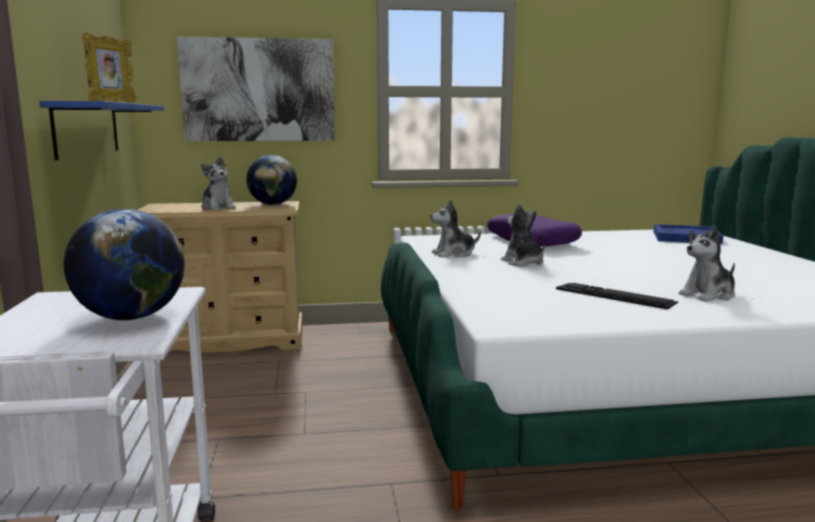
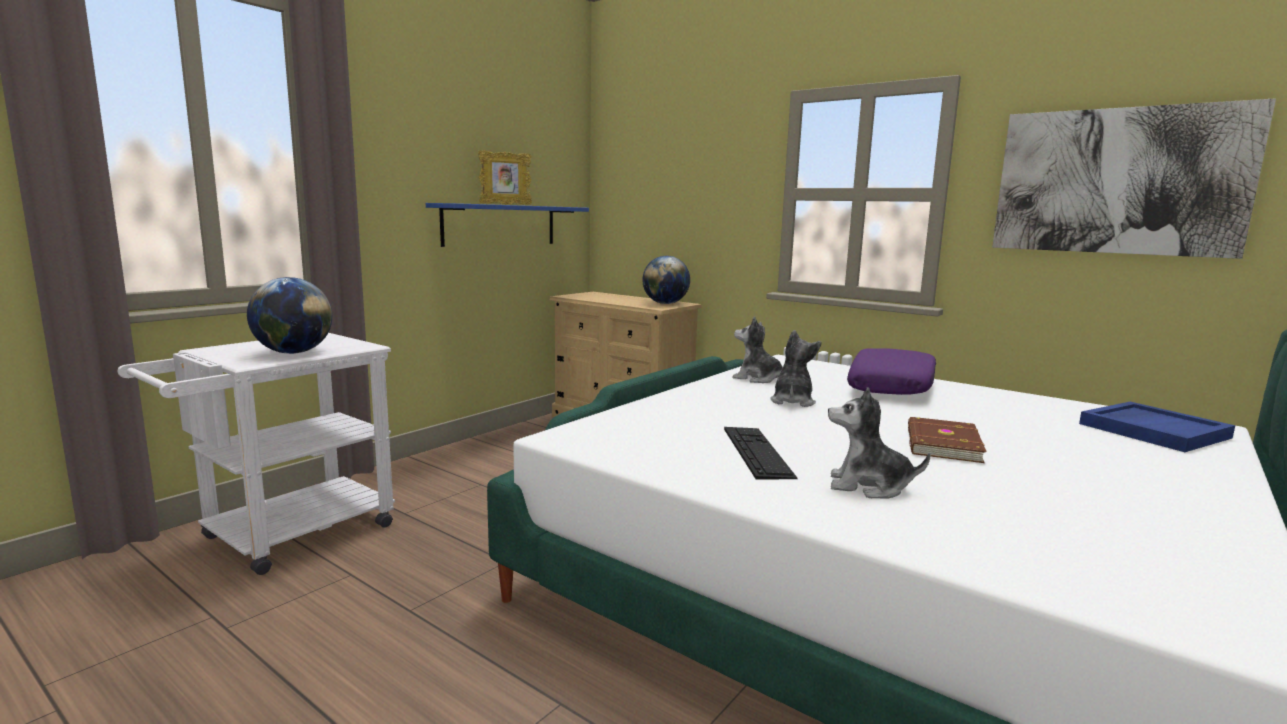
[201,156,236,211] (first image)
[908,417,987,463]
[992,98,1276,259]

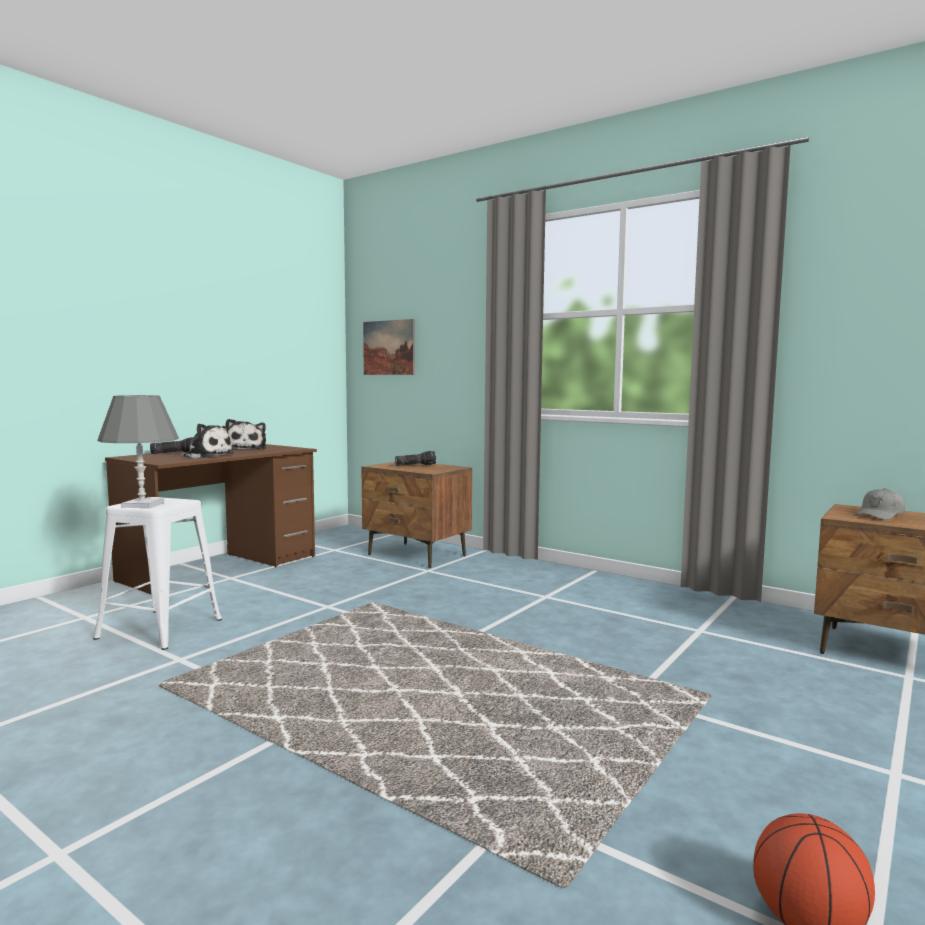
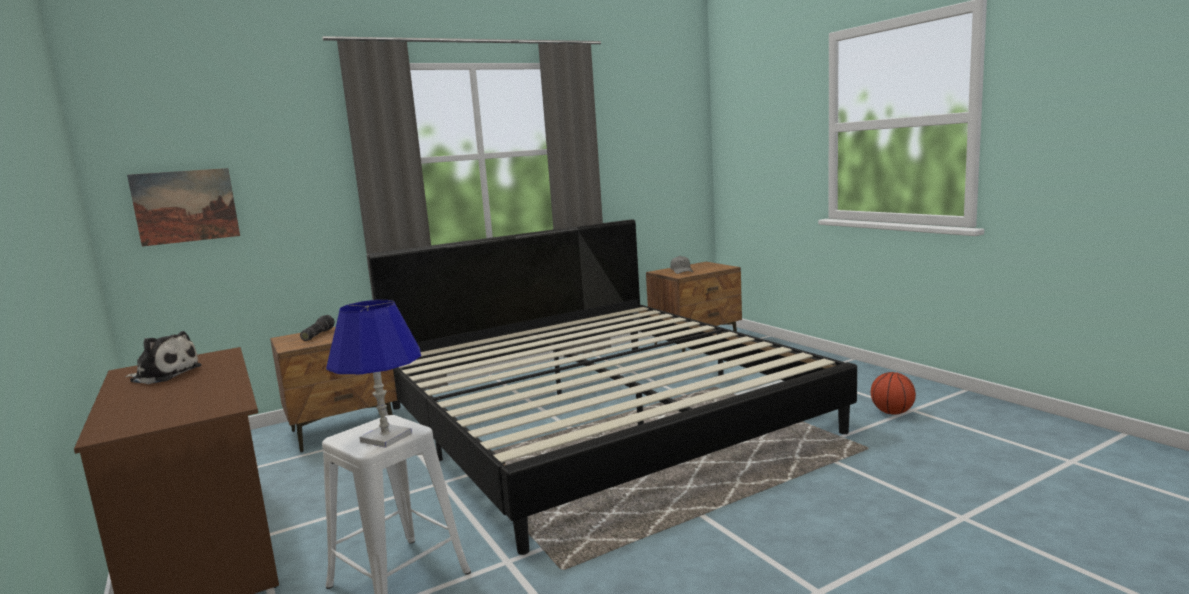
[150,437,193,454] (first image)
[180,423,234,458] (first image)
[367,219,857,555]
[326,300,421,448]

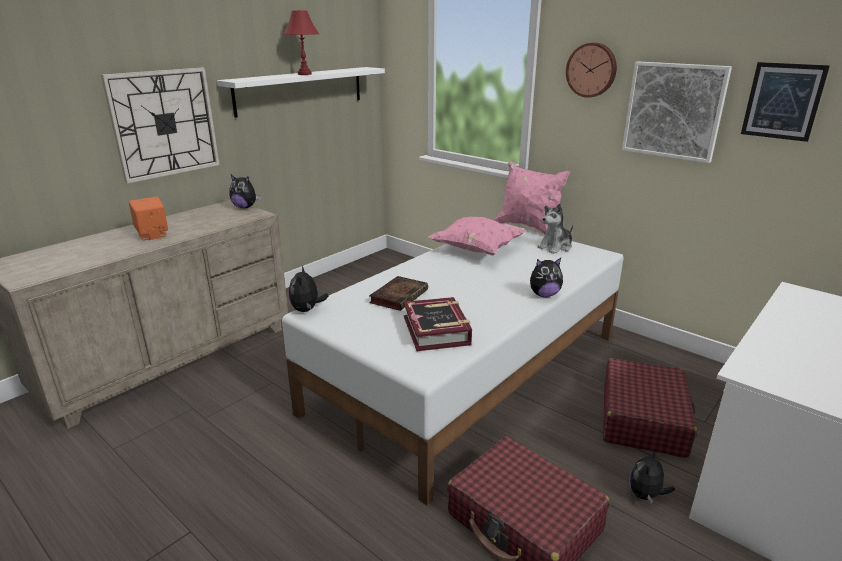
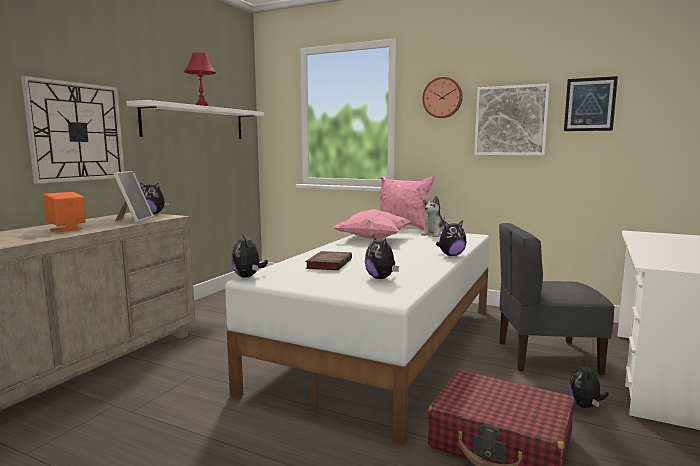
[113,171,154,223]
[365,234,399,279]
[499,223,615,376]

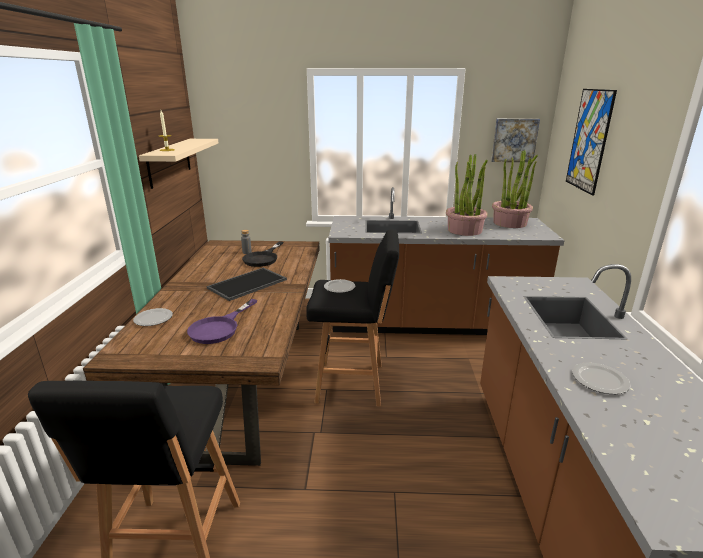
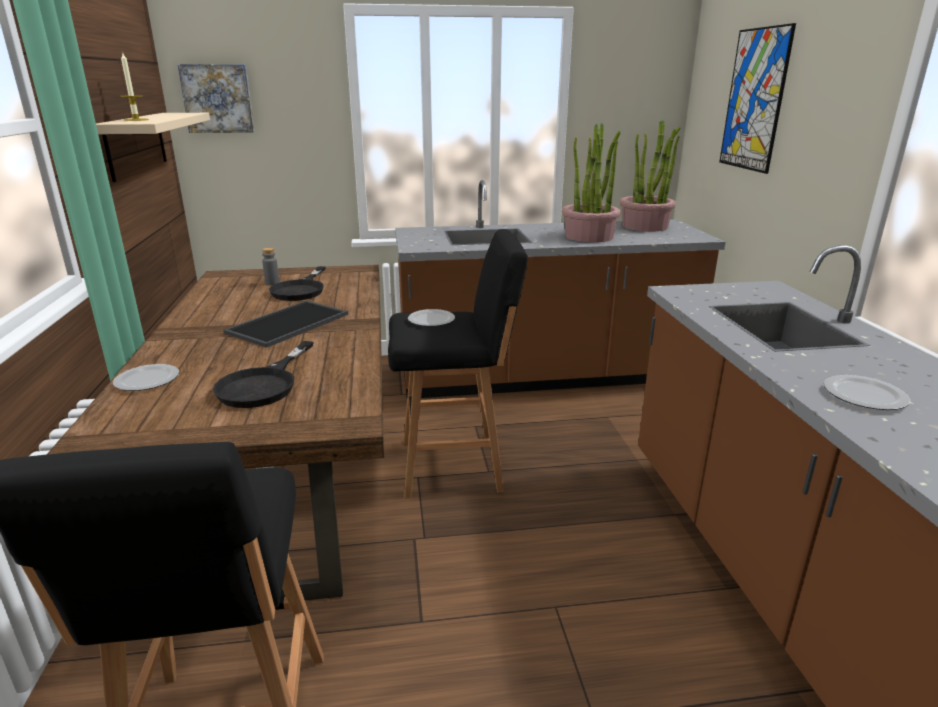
[177,64,255,133]
[213,341,314,408]

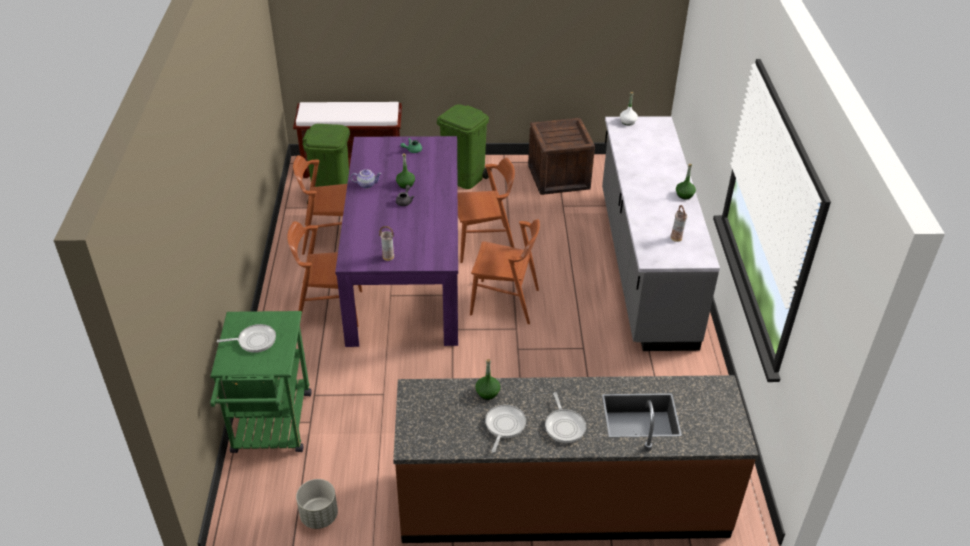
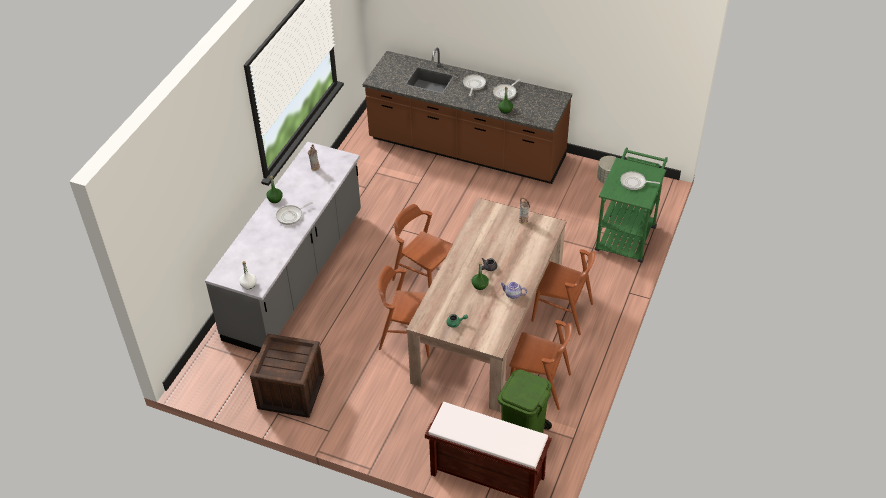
[437,104,492,189] (first image)
[276,202,313,225]
[406,198,566,412]

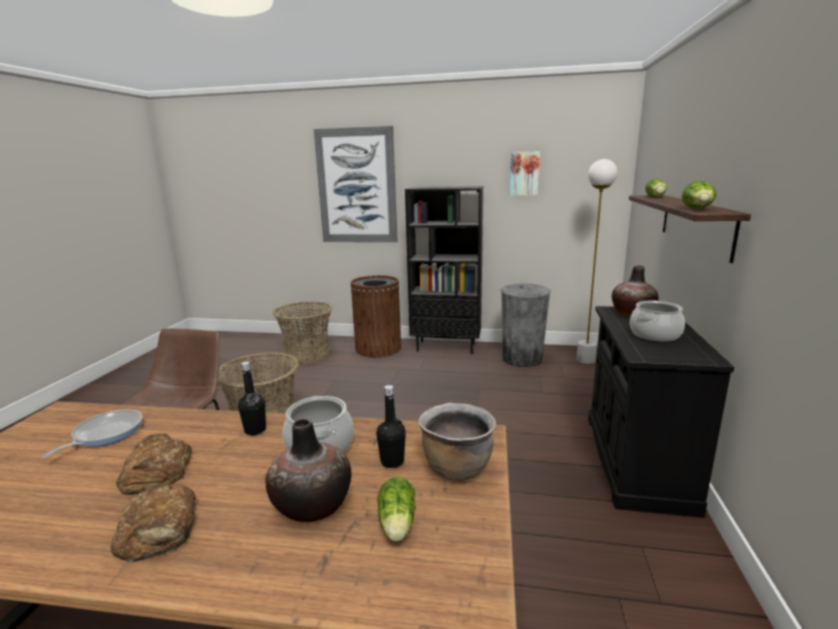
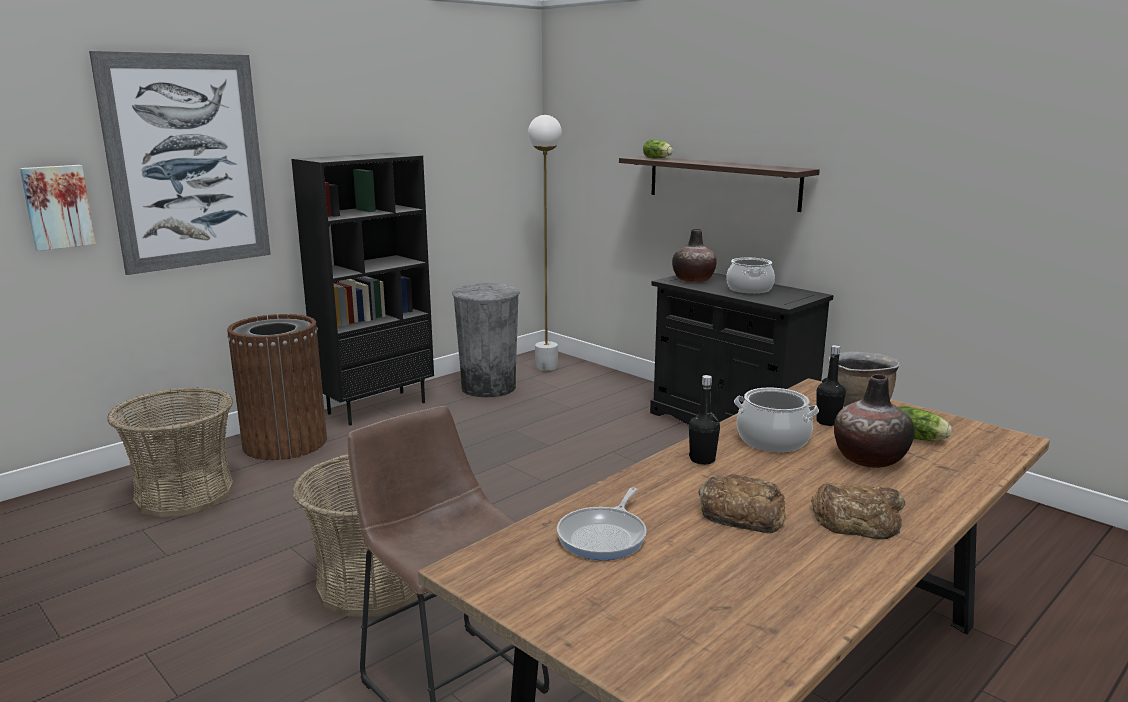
[682,181,716,209] (first image)
[20,165,96,251]
[557,487,647,560]

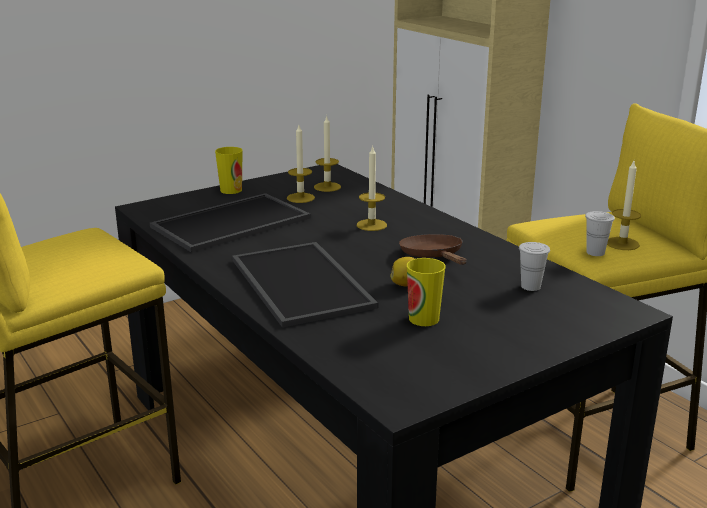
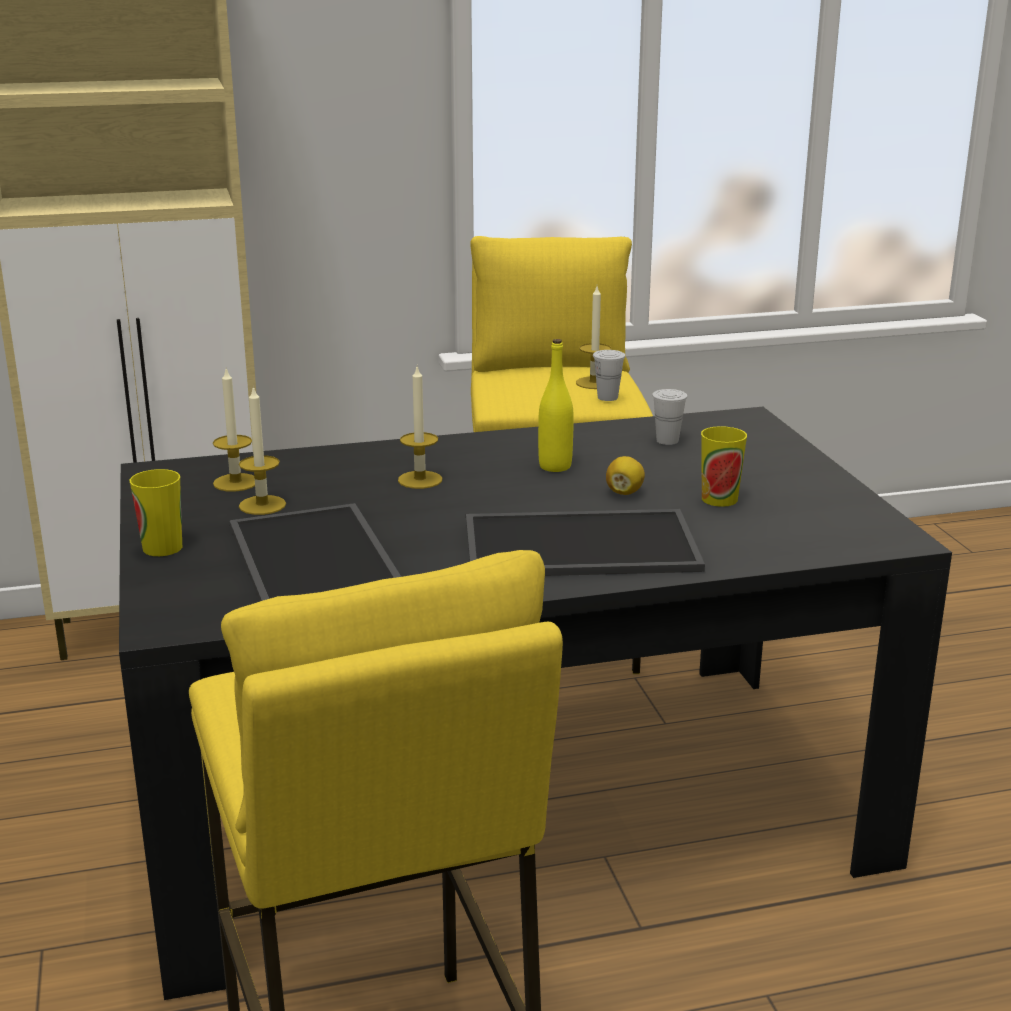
[538,339,574,472]

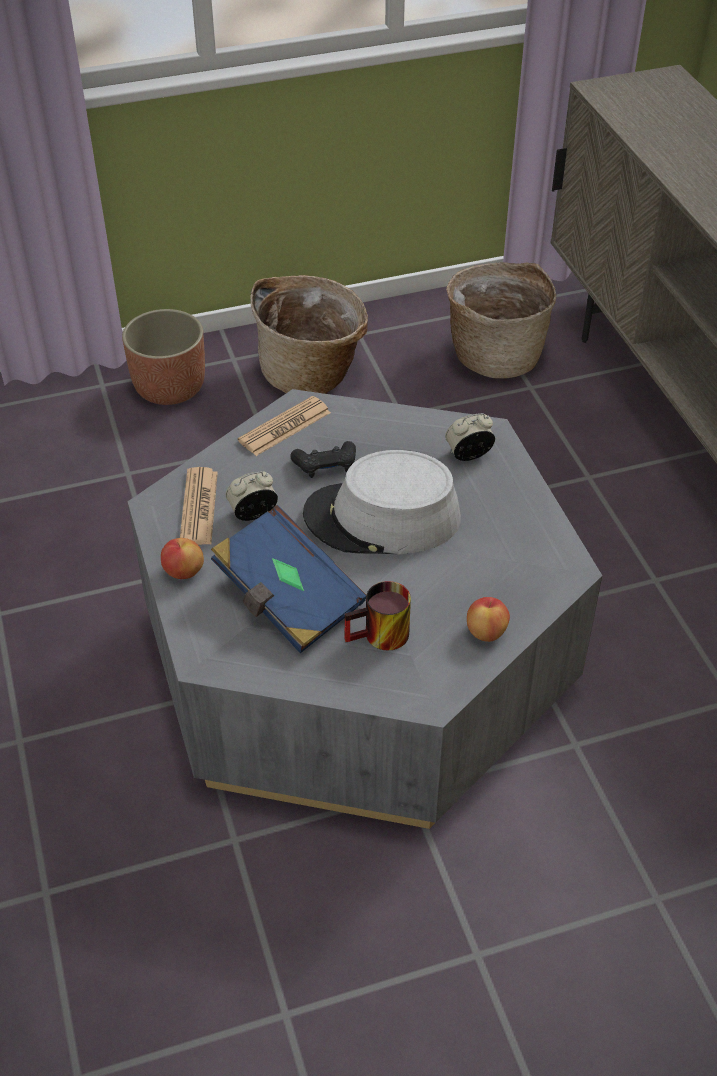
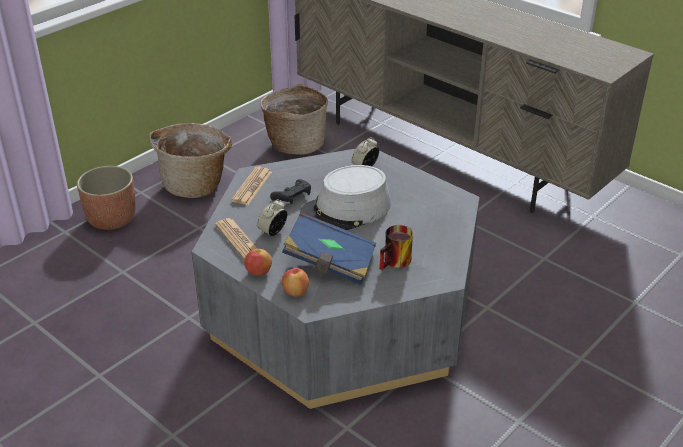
[282,268,309,297]

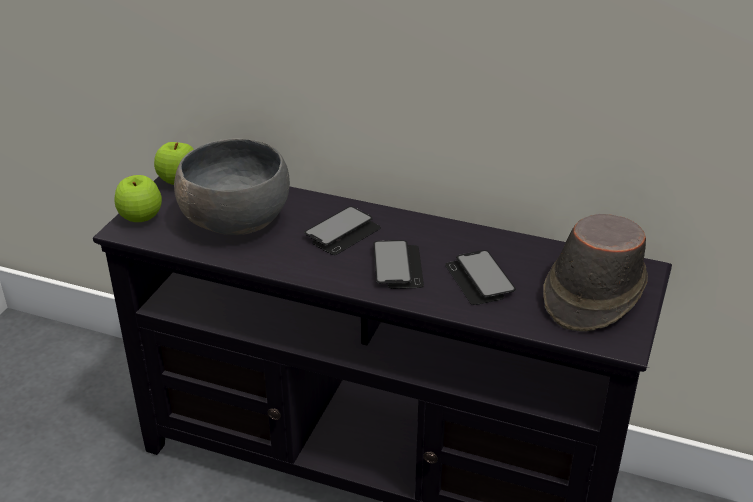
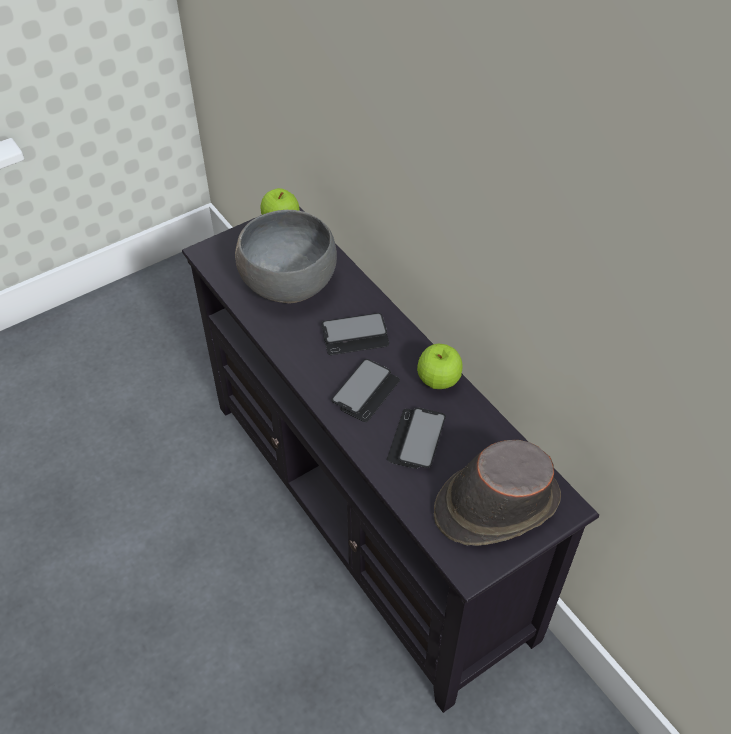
[417,344,463,389]

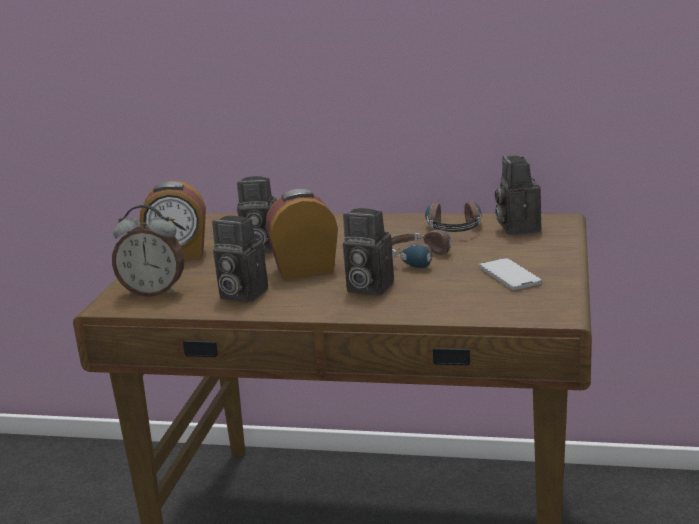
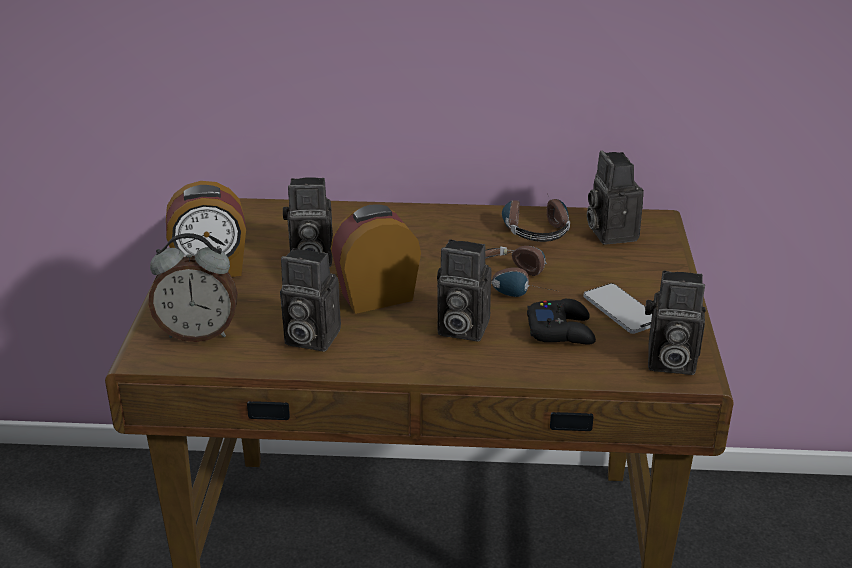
[527,299,596,344]
[645,270,706,375]

